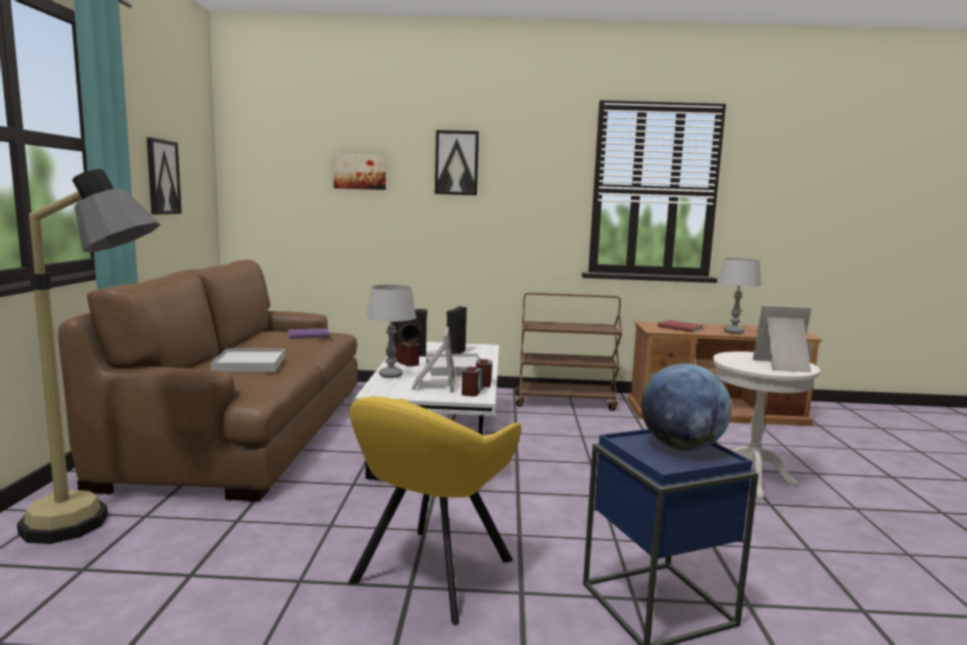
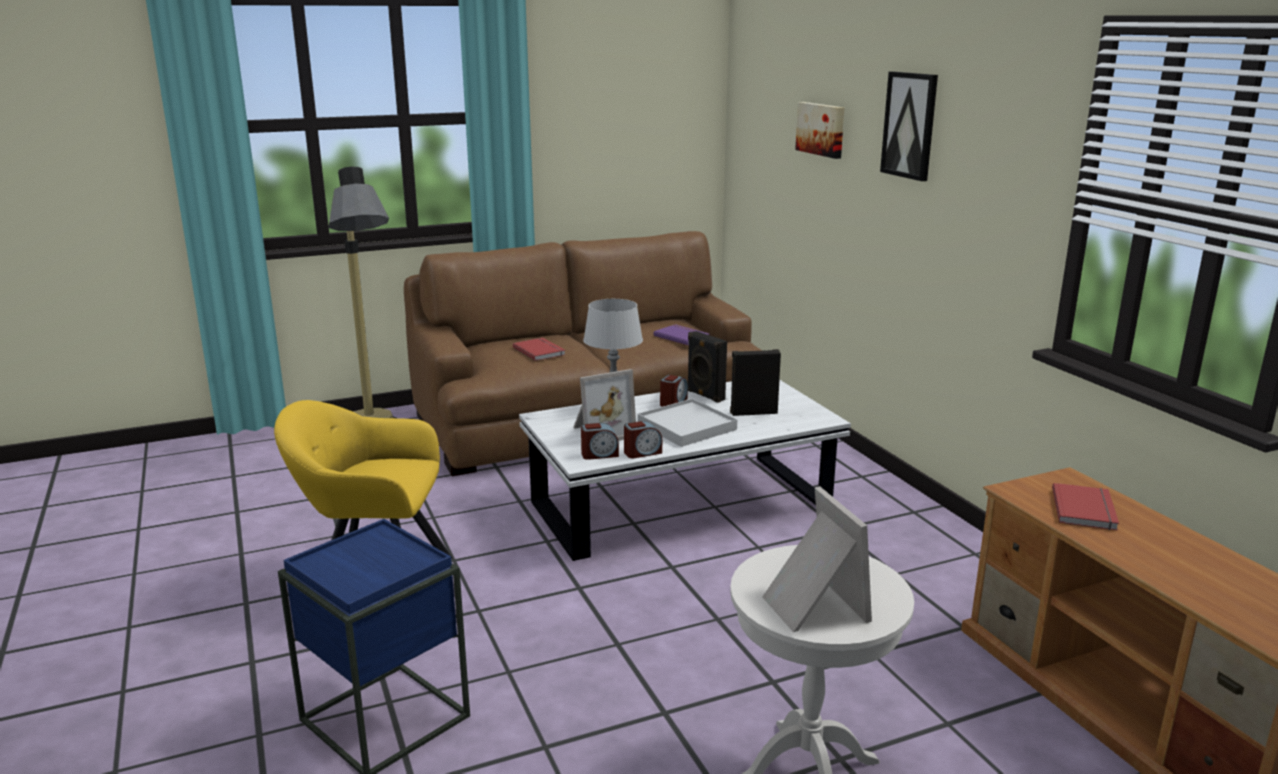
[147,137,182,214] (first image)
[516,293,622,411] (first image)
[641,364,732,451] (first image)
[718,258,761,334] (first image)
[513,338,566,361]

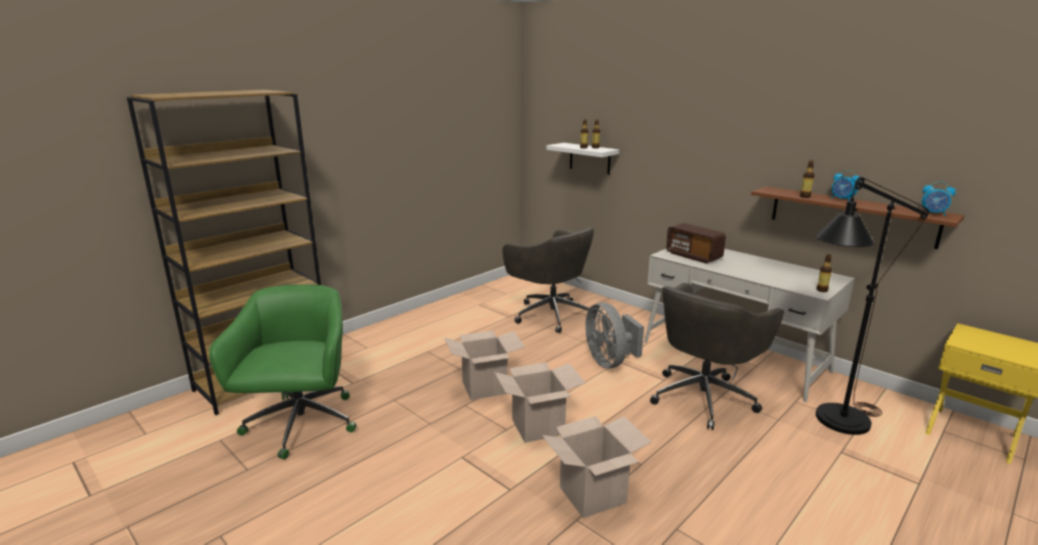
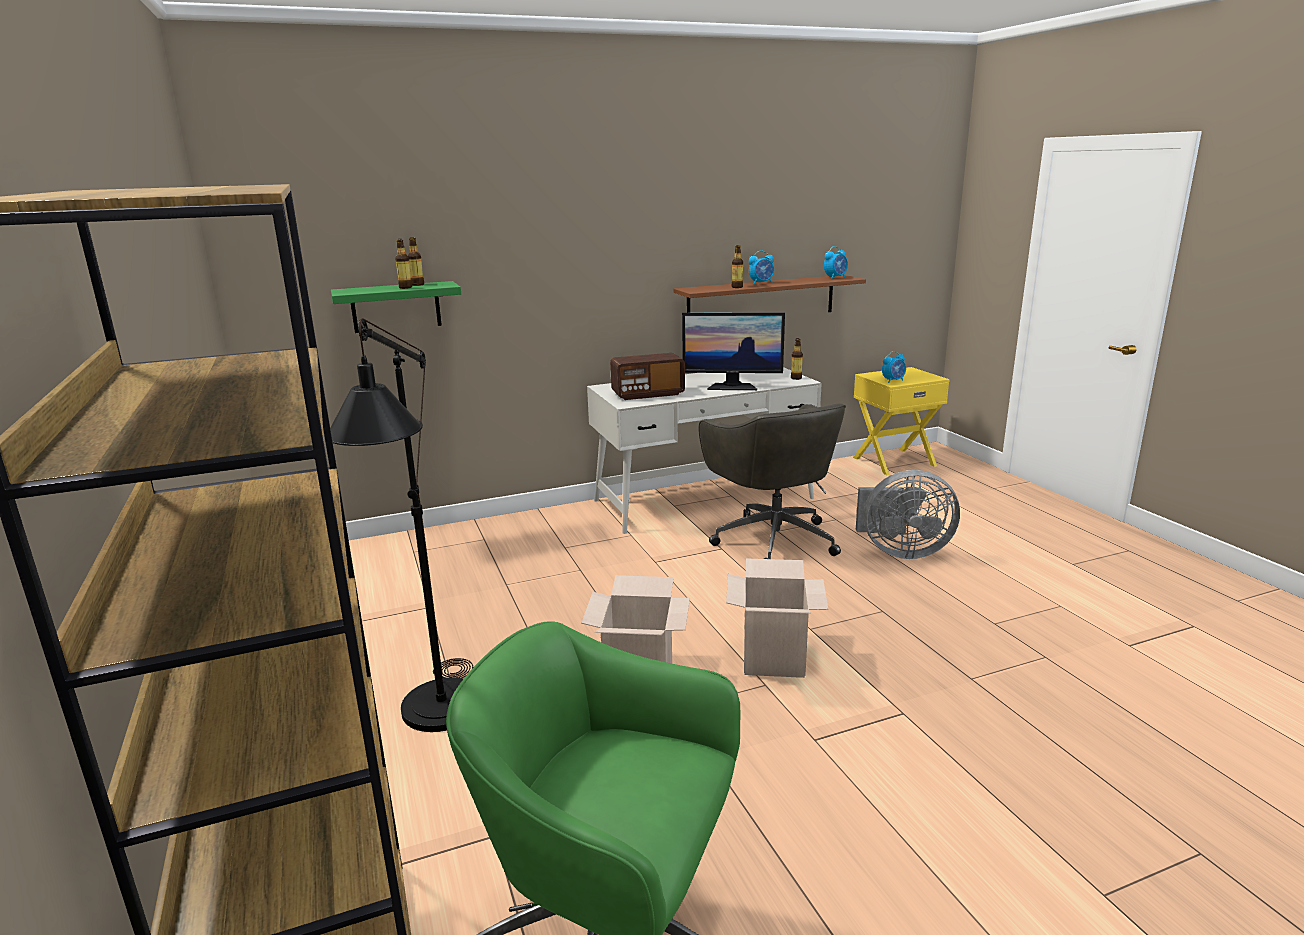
[503,227,594,333] (first image)
[542,416,652,518] (first image)
[682,312,785,390]
[882,351,906,383]
[856,470,960,559]
[324,318,473,732]
[331,281,461,333]

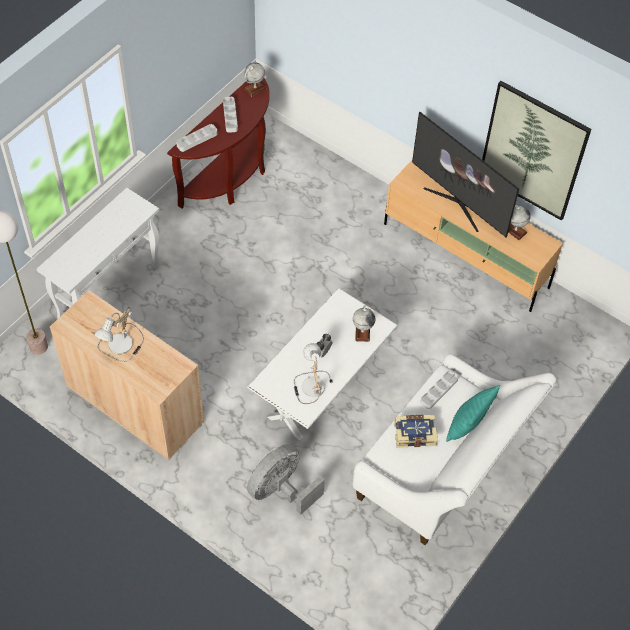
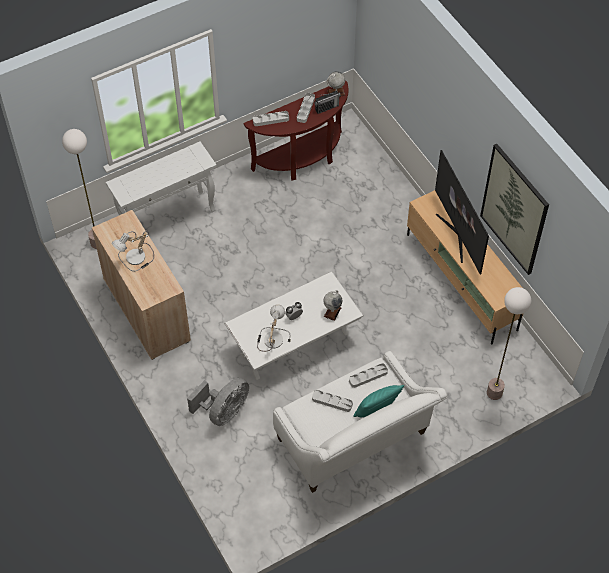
[508,205,531,240] (first image)
[314,91,341,114]
[487,287,531,400]
[312,390,353,412]
[187,378,249,426]

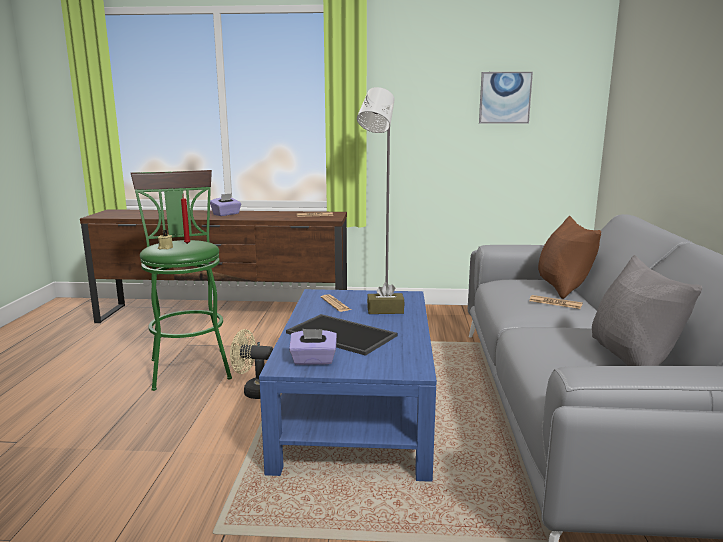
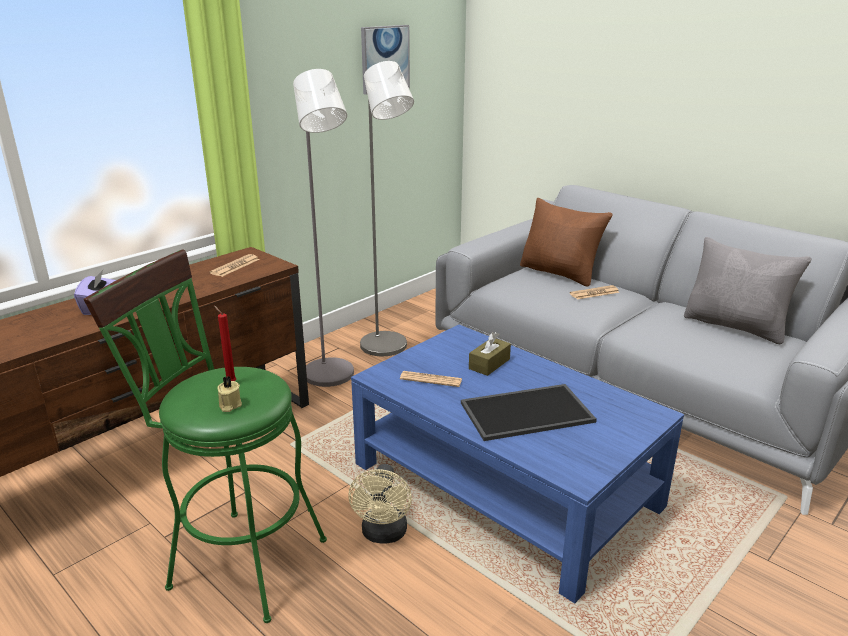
[289,329,337,365] (first image)
[360,61,414,356]
[348,464,412,544]

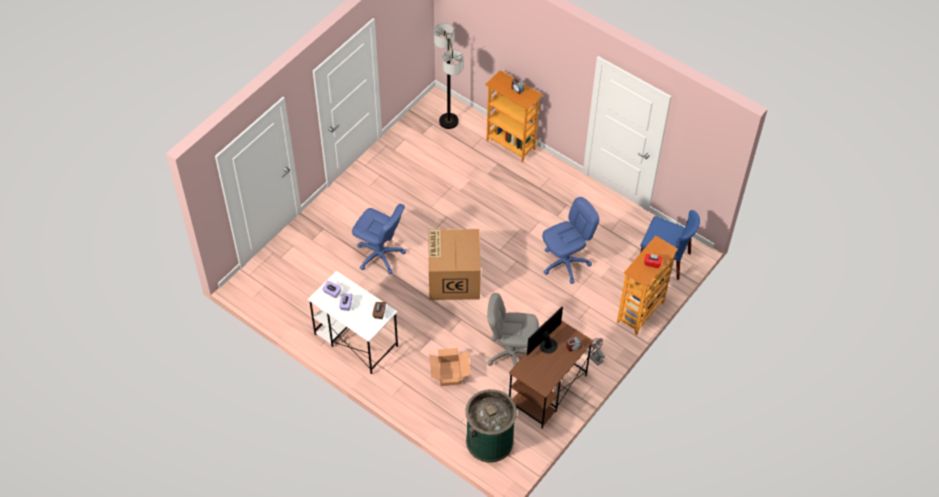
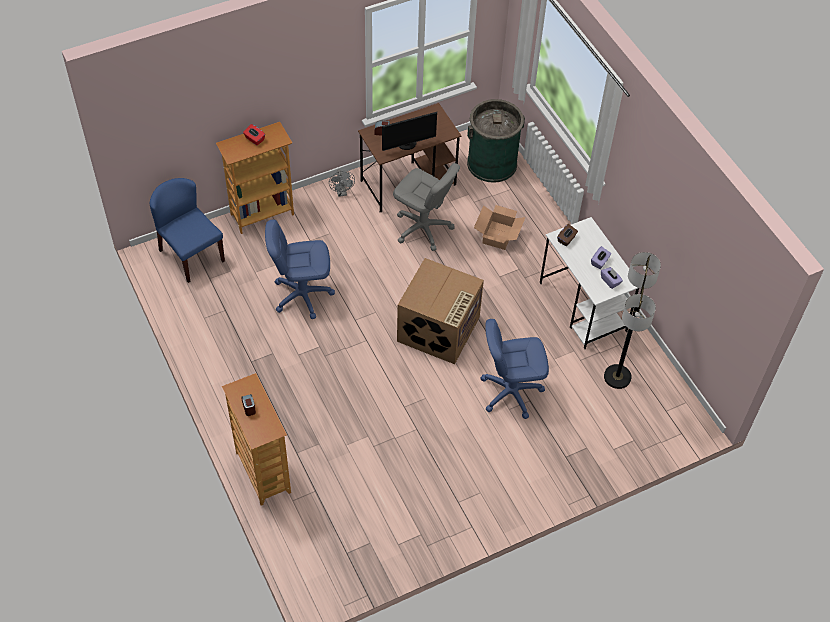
[604,252,661,389]
[480,319,549,419]

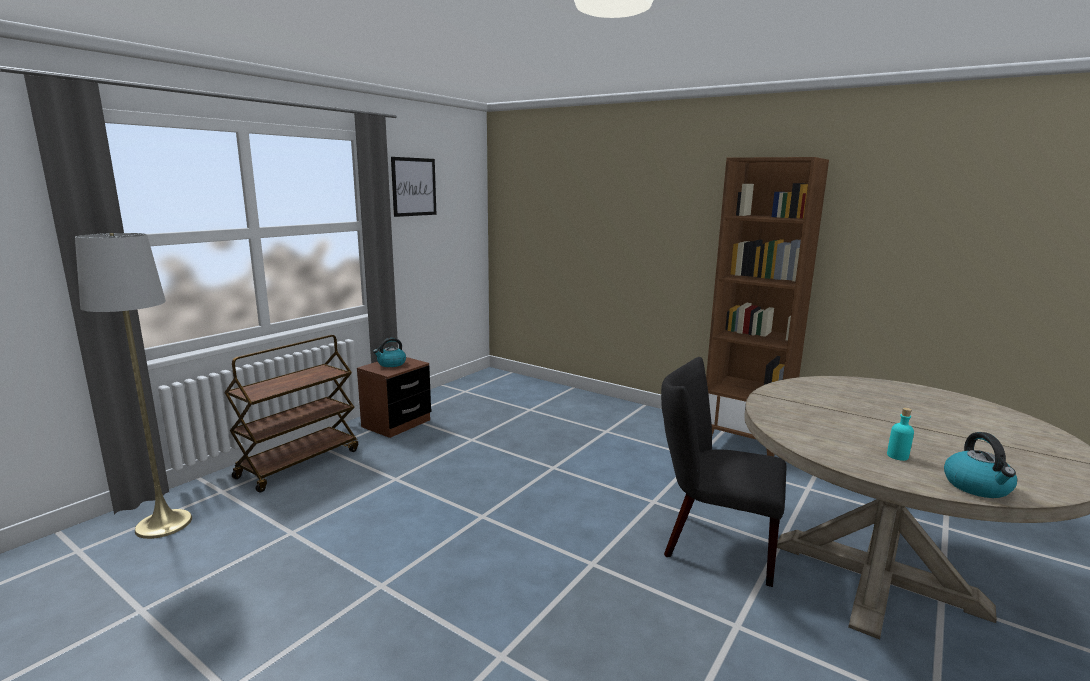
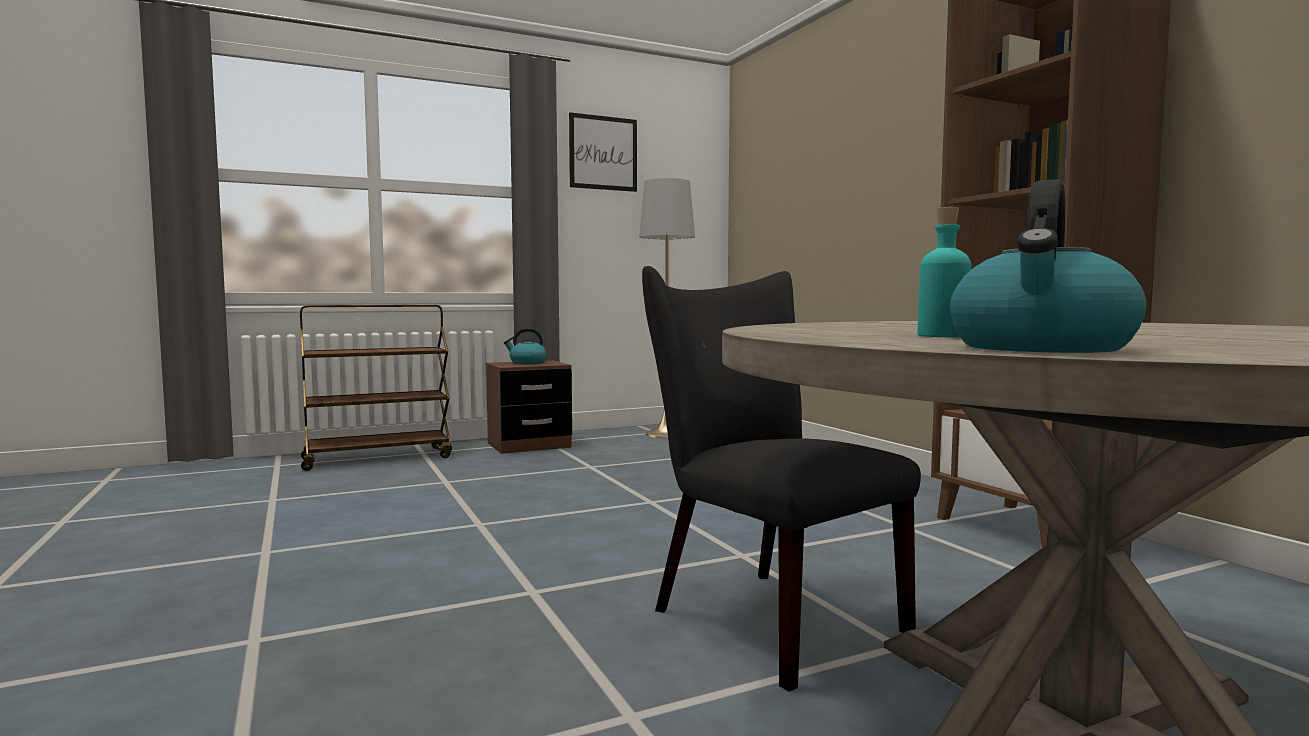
[639,178,695,439]

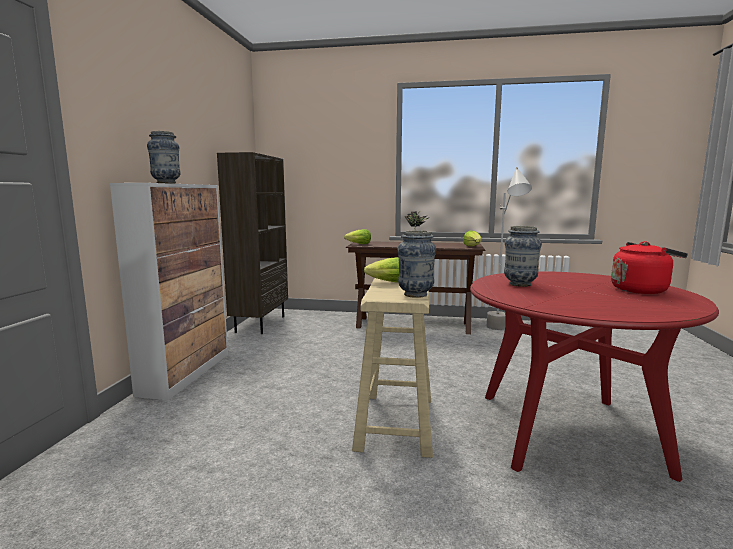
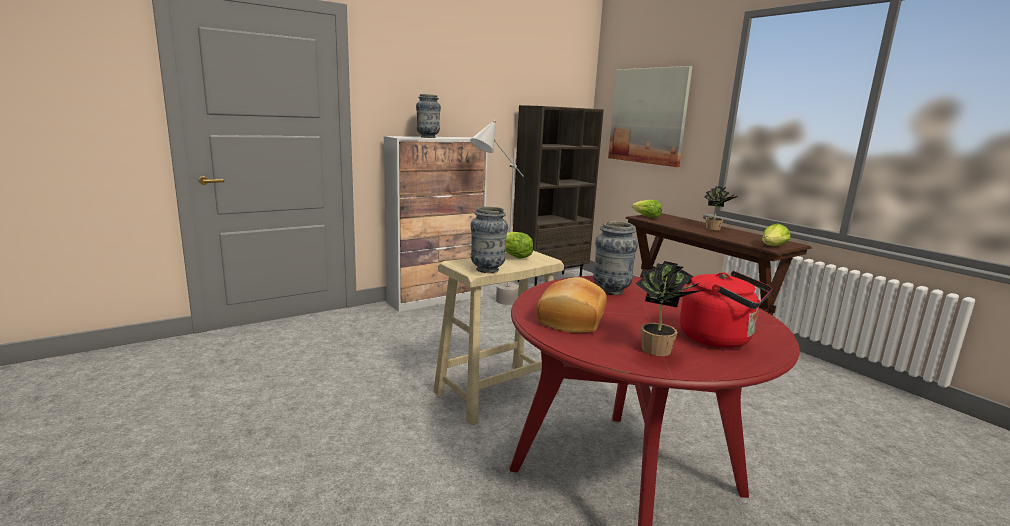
[536,277,607,333]
[608,66,693,167]
[636,261,703,356]
[470,120,524,305]

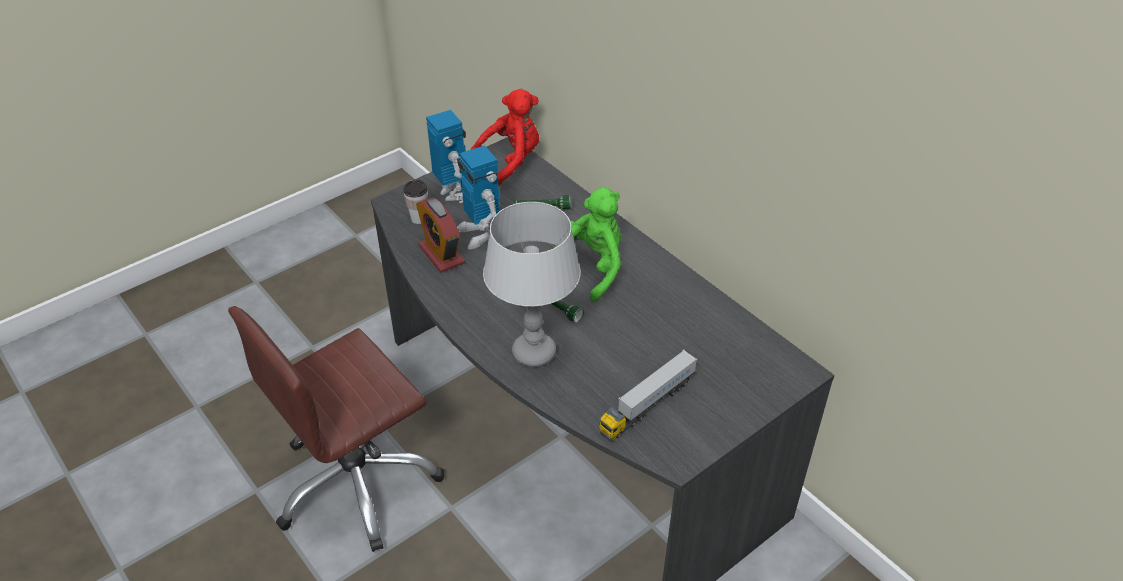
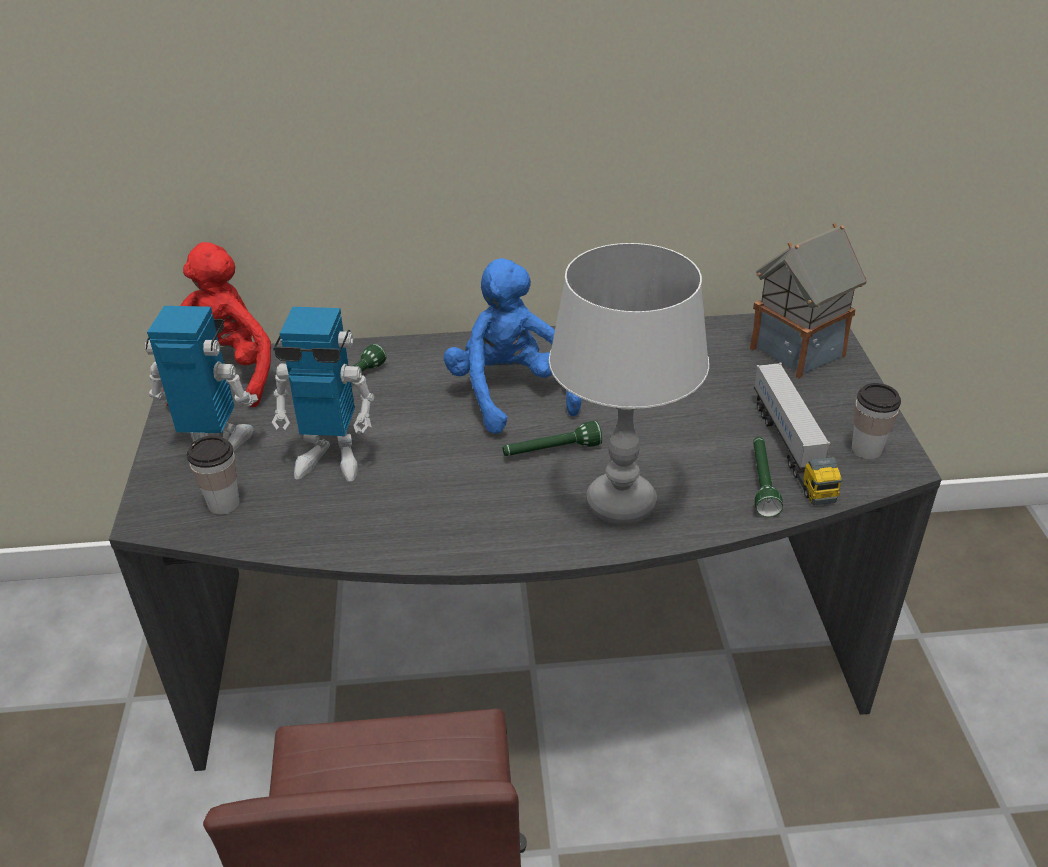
[416,197,465,273] (first image)
[750,223,867,378]
[753,437,783,517]
[852,383,901,459]
[443,258,582,434]

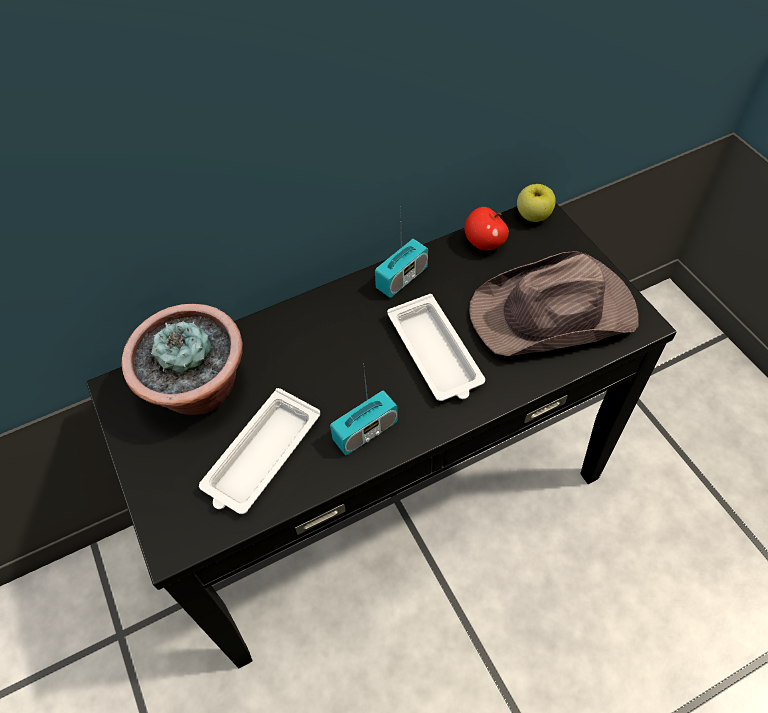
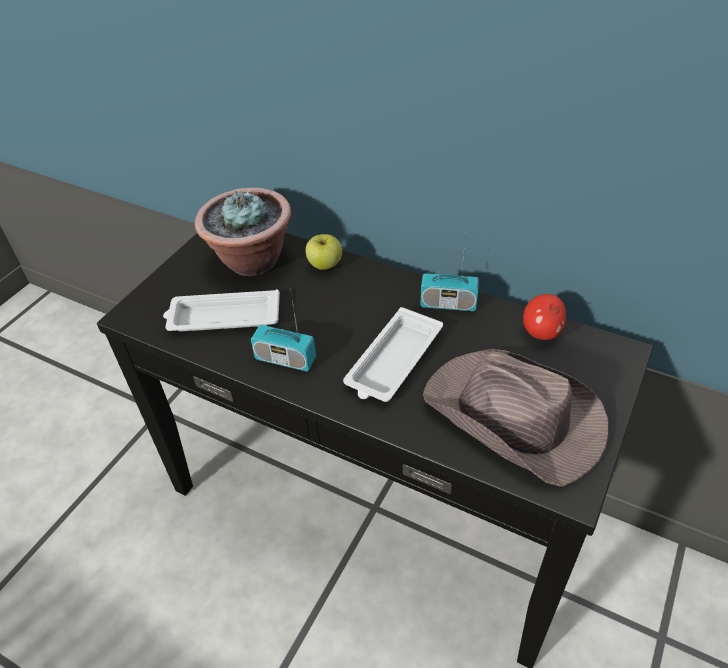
[305,234,342,270]

